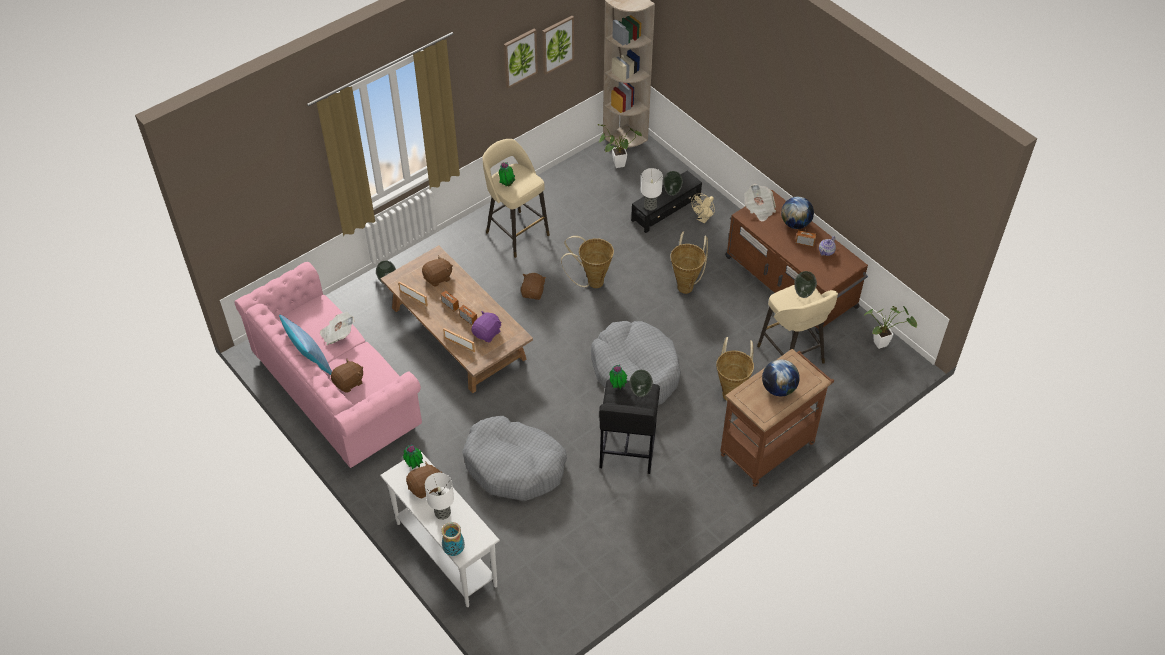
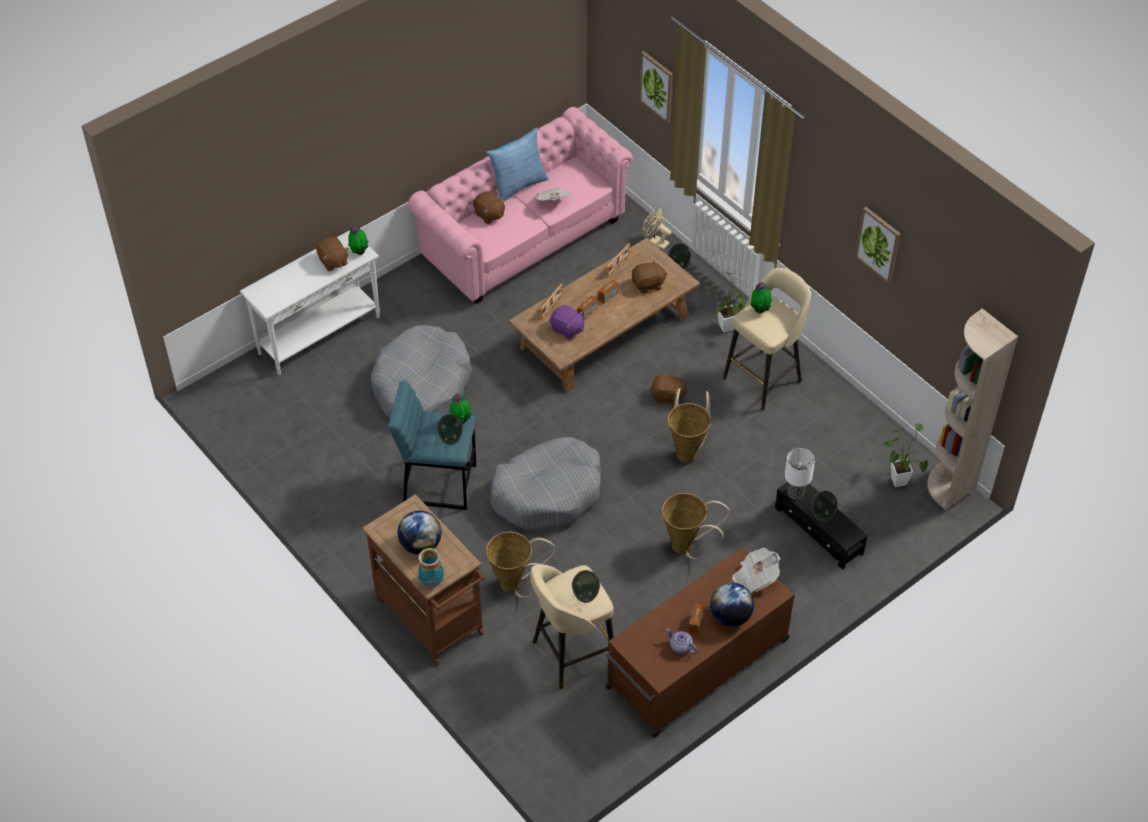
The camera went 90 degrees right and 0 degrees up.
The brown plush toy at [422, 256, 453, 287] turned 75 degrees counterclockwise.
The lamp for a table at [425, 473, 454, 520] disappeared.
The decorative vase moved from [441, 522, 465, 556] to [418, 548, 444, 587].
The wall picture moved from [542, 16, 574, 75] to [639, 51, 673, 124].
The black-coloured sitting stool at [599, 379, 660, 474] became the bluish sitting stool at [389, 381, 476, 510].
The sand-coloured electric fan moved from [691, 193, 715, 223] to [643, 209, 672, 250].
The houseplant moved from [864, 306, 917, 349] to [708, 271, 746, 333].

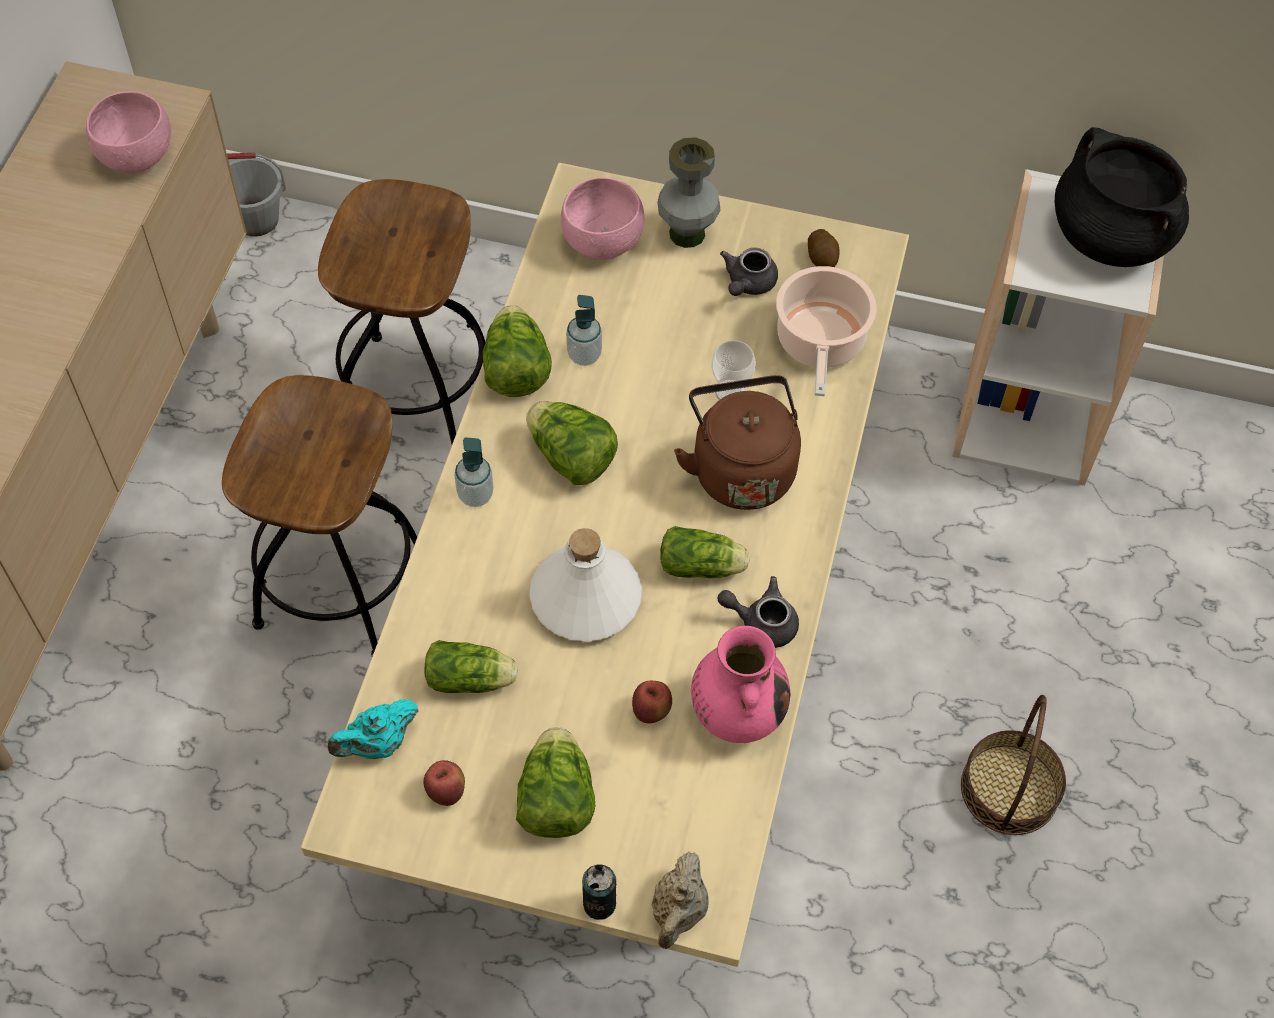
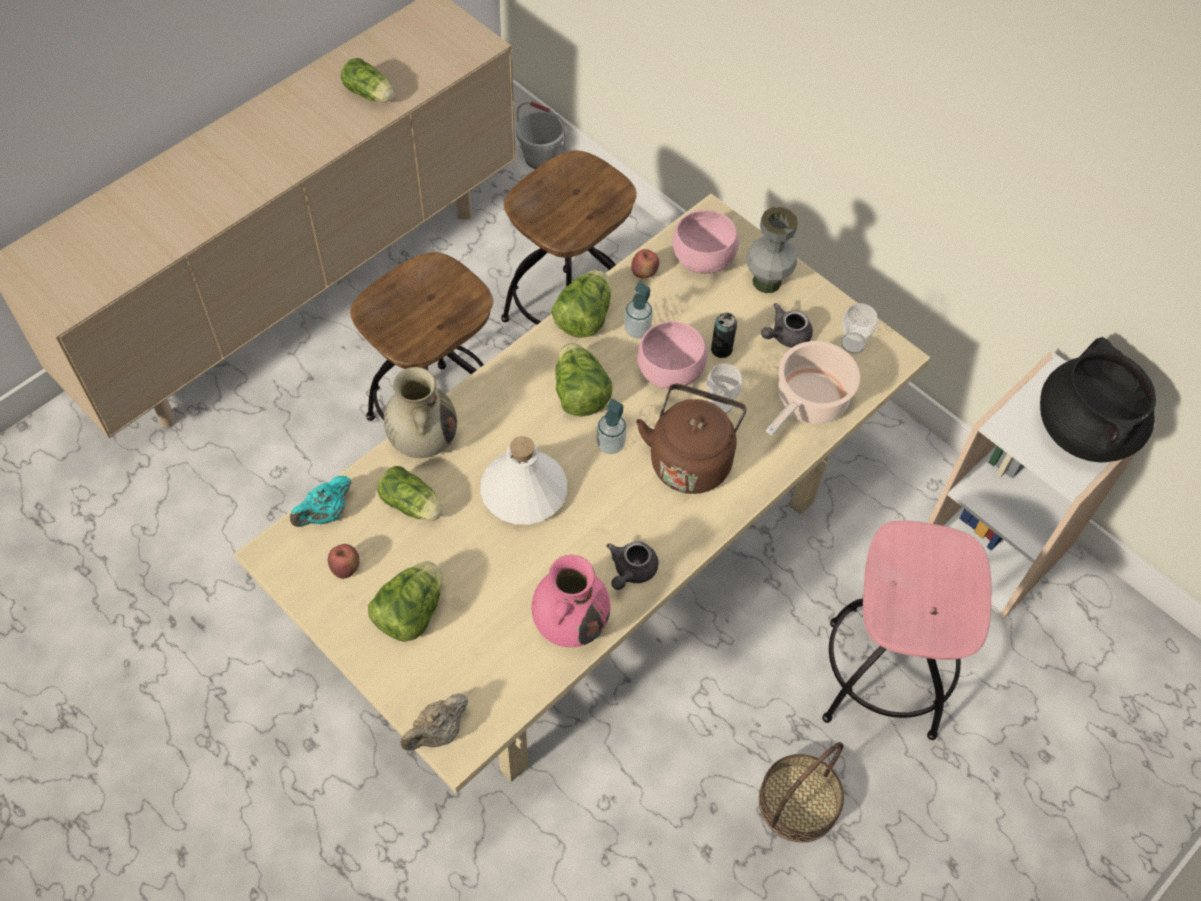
The camera went 30 degrees right and 0 degrees up.
The pink deep dish moved from [86, 91, 171, 173] to [637, 321, 707, 390].
The turquoise teapot at [328, 699, 419, 759] turned 45 degrees counterclockwise.
The soap dispenser moved from [454, 437, 493, 507] to [597, 399, 627, 454].
The metal can moved from [582, 864, 616, 920] to [711, 313, 737, 358].
The apple fruit moved from [632, 681, 672, 724] to [631, 249, 659, 279].
The lettuce moved from [660, 526, 750, 578] to [341, 58, 394, 102].
The gray teapot at [718, 576, 799, 648] turned 105 degrees counterclockwise.
The potato at [808, 229, 839, 267] was replaced by the cup at [841, 303, 877, 354].
The sand-coloured decorative vase at [384, 367, 457, 458] appeared.
The pink sitting stool at [822, 520, 991, 740] appeared.

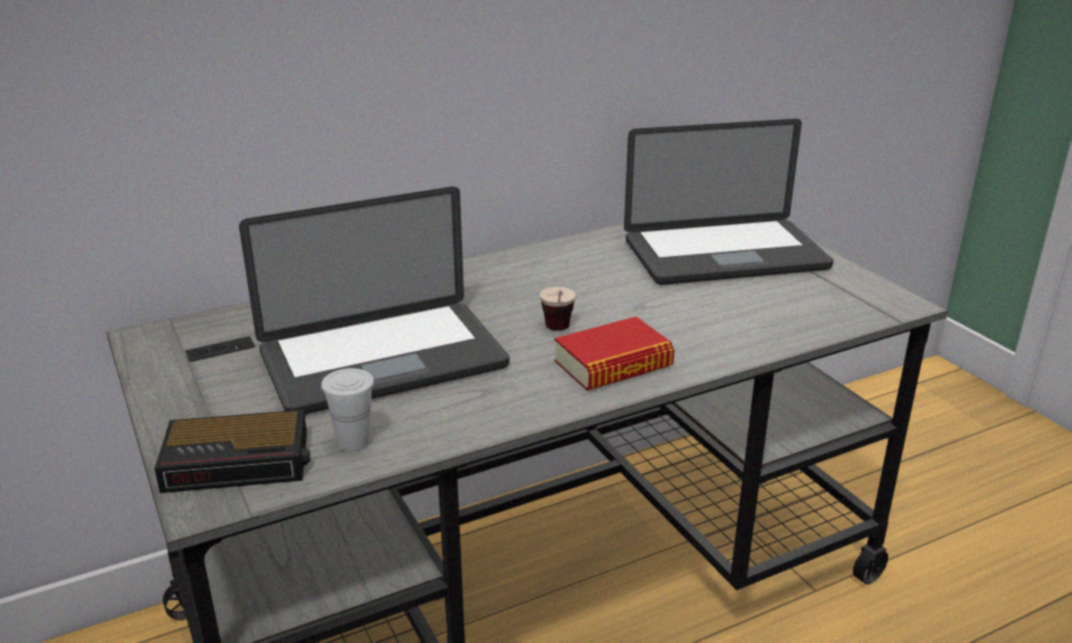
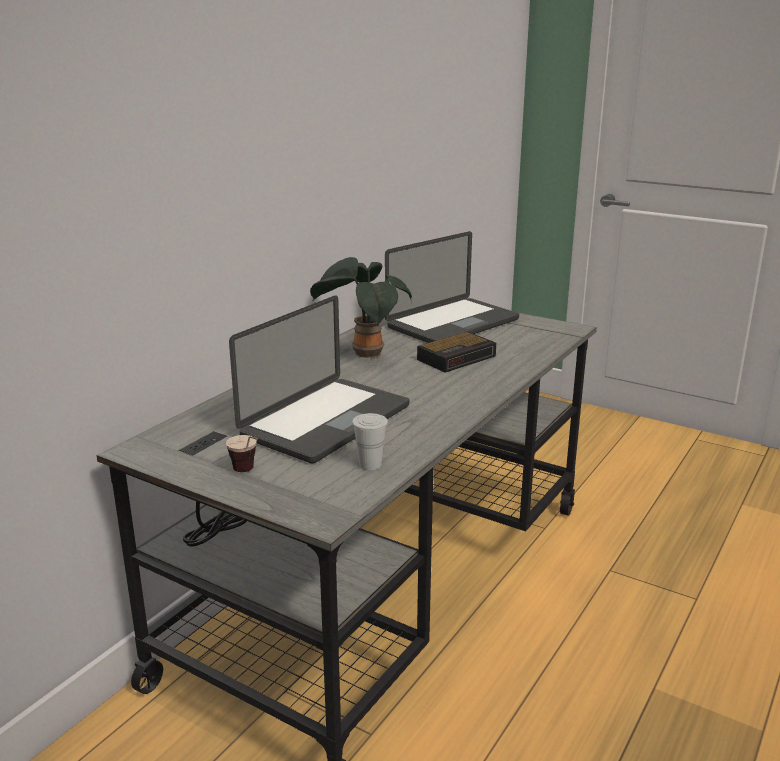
The camera went 30 degrees left and 5 degrees down.
The table clock moved from [154, 410, 310, 493] to [417, 331, 496, 373].
The cup moved from [540, 287, 576, 331] to [226, 435, 258, 472].
The bound book at [554, 316, 674, 391] disappeared.
The houseplant at [310, 257, 412, 359] appeared.

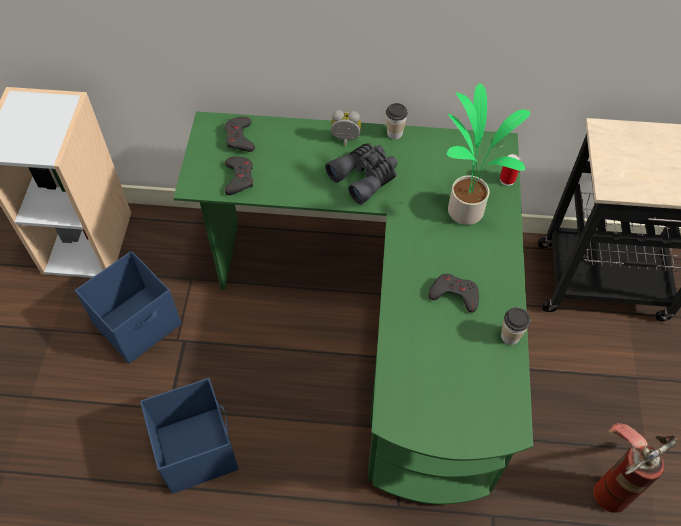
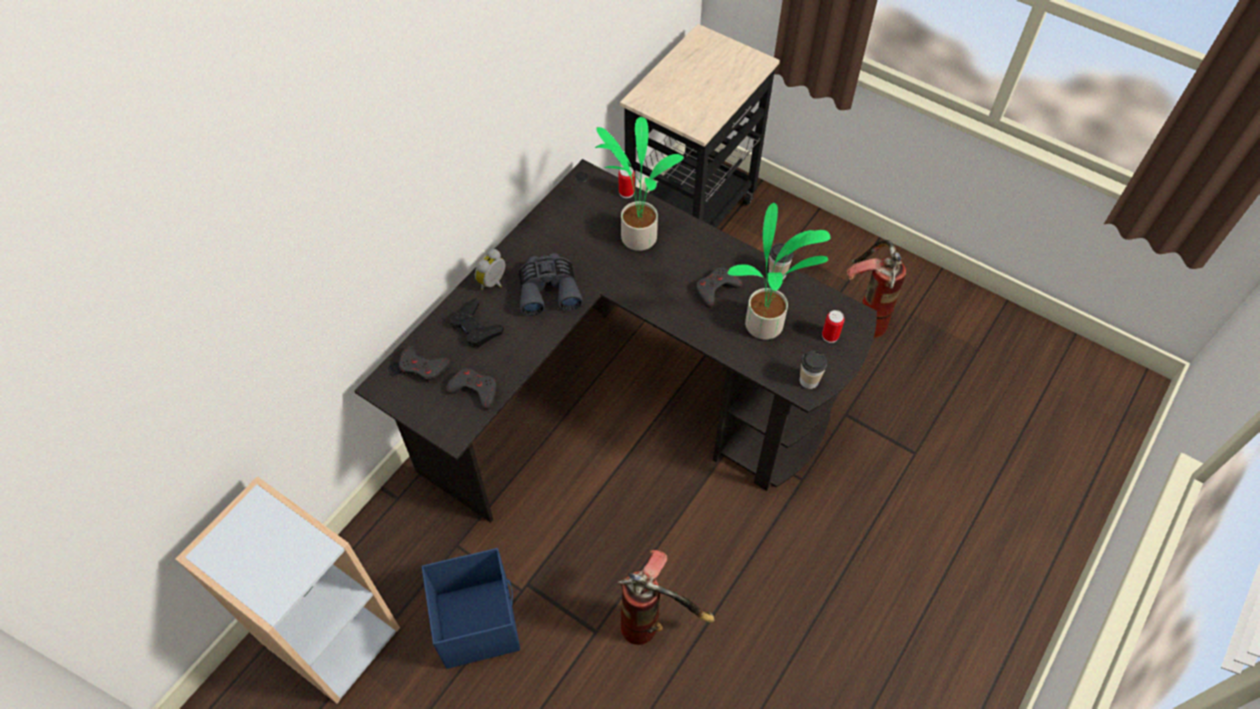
The camera went 60 degrees left and 0 degrees up.
The bluish storage box at [140, 378, 238, 494] was replaced by the extinguisher at [617, 550, 714, 645].
The green-coloured desk at [174, 111, 533, 504] became the black-coloured desk at [355, 159, 877, 522].
The cup moved from [386, 103, 408, 139] to [800, 351, 827, 389].
The black-coloured game controller at [450, 298, 504, 347] appeared.
The houseplant at [727, 203, 830, 340] appeared.
The metal can at [822, 310, 845, 343] appeared.

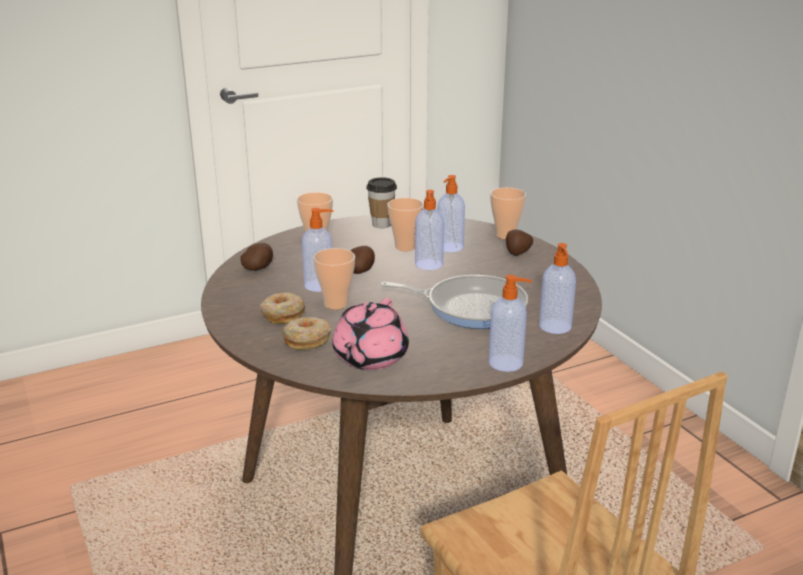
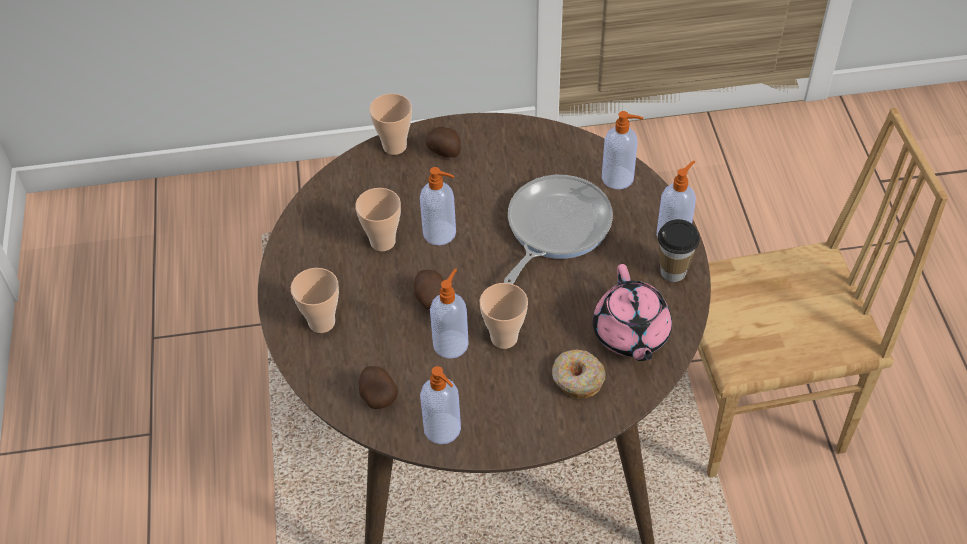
The camera went 70 degrees left and 25 degrees up.
The ring doughnut at [260, 293, 305, 324] disappeared.
The pink teapot at [332, 298, 409, 370] turned 45 degrees clockwise.
The cup moved from [366, 177, 397, 228] to [658, 219, 700, 282].
The soap dispenser moved from [437, 175, 465, 252] to [420, 366, 461, 444].

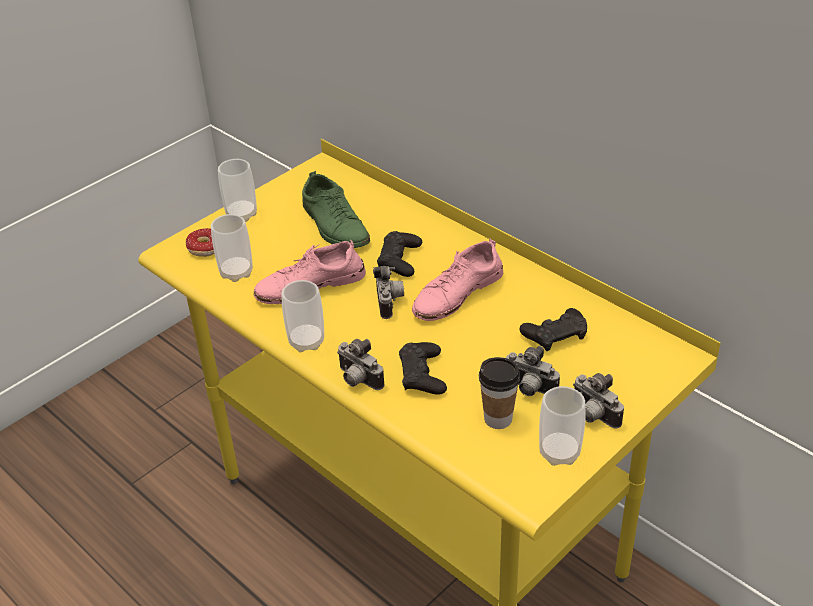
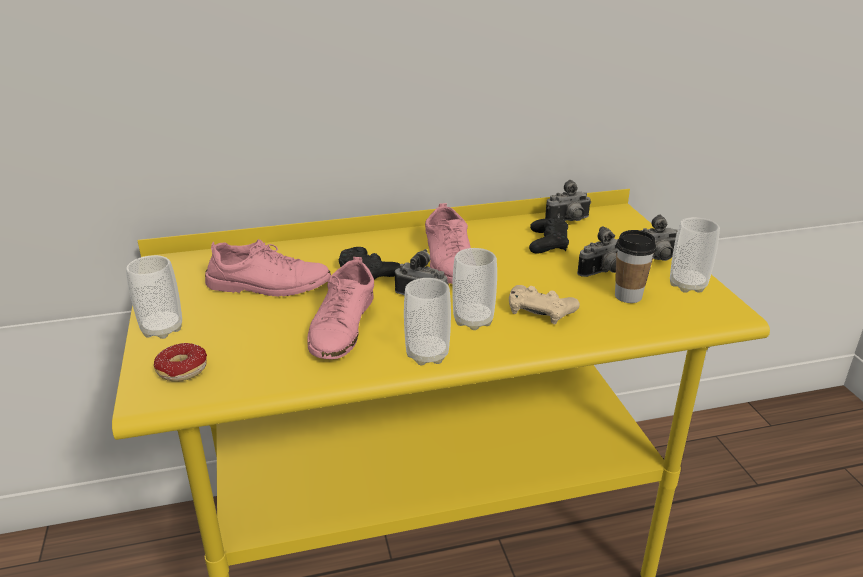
The camera went 60 degrees left and 10 degrees down.
The cup moved from [211, 214, 253, 282] to [452, 248, 497, 330].
The green-coloured shoe at [302, 171, 370, 248] became the pink shoe at [205, 239, 331, 297].
The still camera moved from [337, 339, 385, 390] to [545, 180, 591, 221].
The black-coloured game controller at [399, 342, 447, 395] became the sand-coloured game controller at [509, 285, 580, 325].

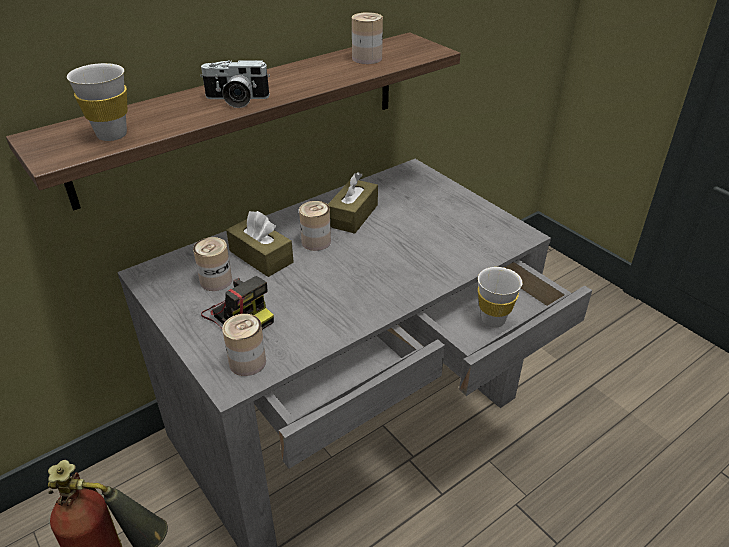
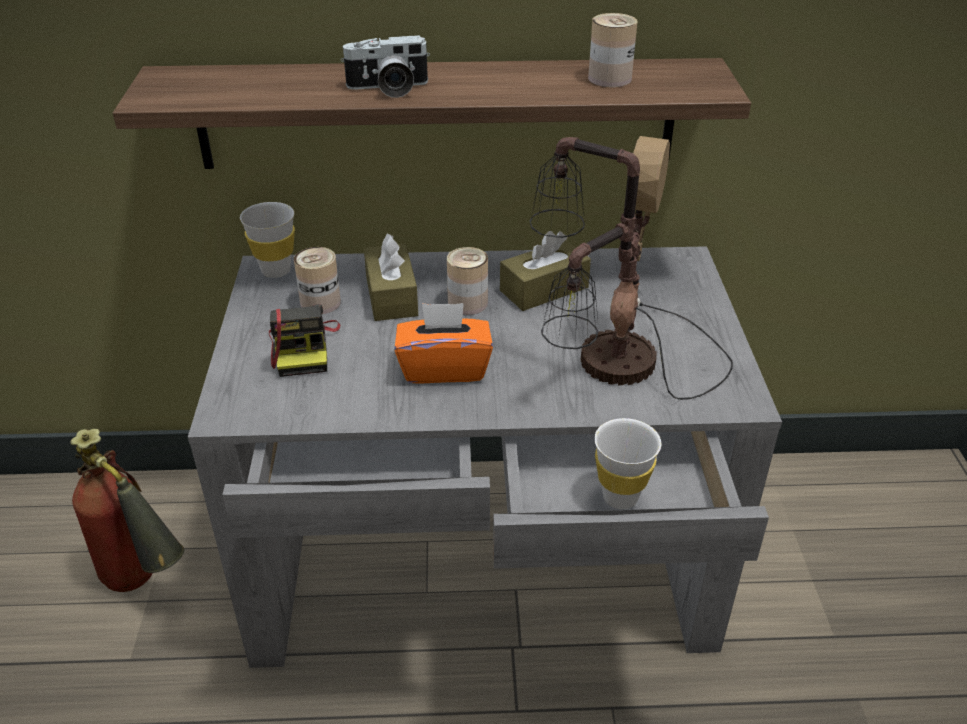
The camera went 35 degrees right and 0 degrees up.
The white cup moved from [67, 63, 128, 141] to [240, 202, 295, 278].
The still camera at [200, 60, 270, 108] turned 45 degrees counterclockwise.
The metal can at [222, 314, 266, 376] disappeared.
The orange box of tissues at [394, 303, 493, 384] appeared.
The lamp for a table at [530, 136, 733, 400] appeared.

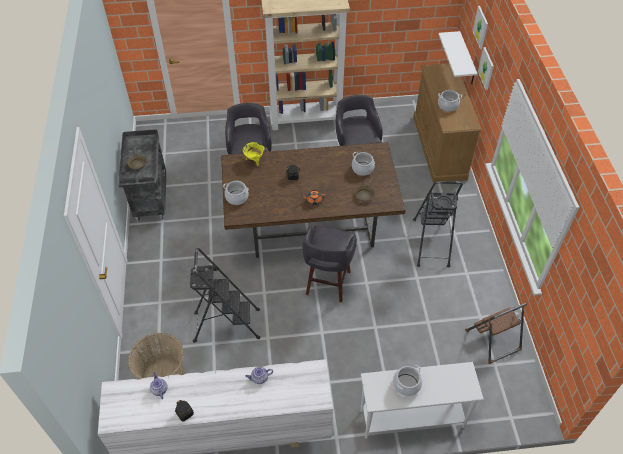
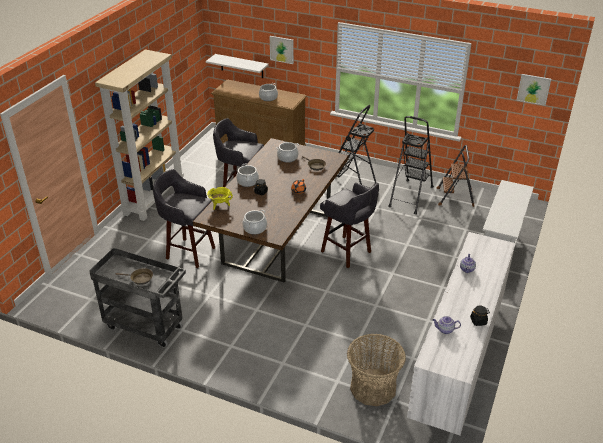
The camera went 60 degrees left and 15 degrees down.
The step ladder moved from [190, 248, 260, 343] to [388, 116, 434, 214].
The stockpot moved from [393, 365, 422, 396] to [236, 163, 259, 187].
The wall picture moved from [473, 6, 488, 49] to [516, 74, 551, 106].

